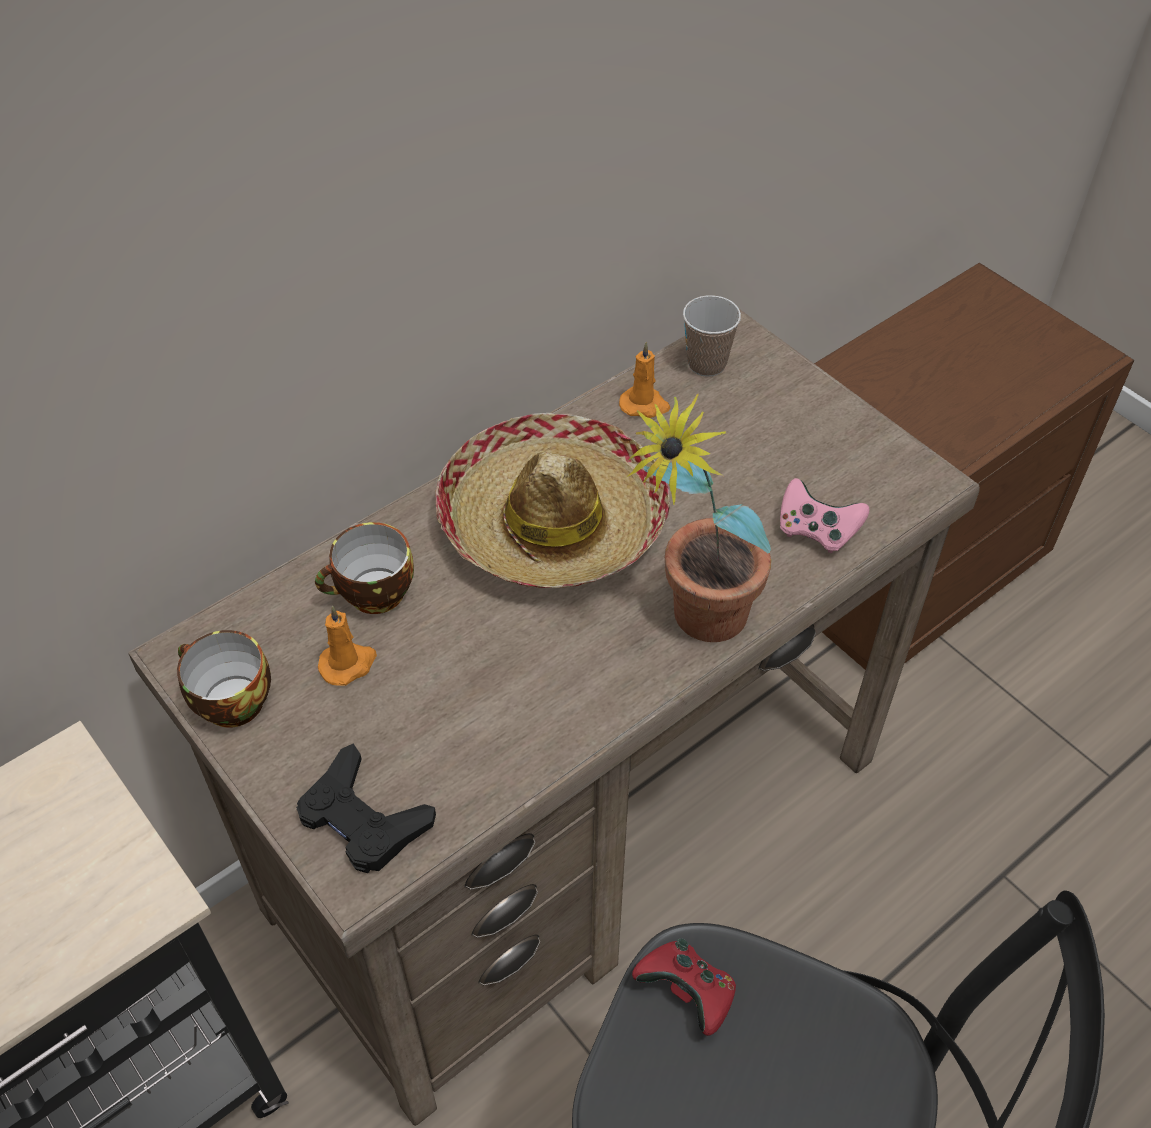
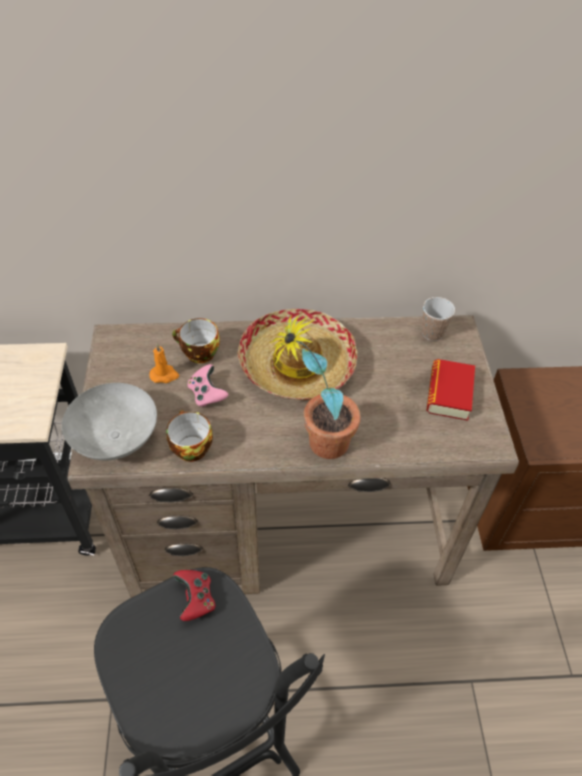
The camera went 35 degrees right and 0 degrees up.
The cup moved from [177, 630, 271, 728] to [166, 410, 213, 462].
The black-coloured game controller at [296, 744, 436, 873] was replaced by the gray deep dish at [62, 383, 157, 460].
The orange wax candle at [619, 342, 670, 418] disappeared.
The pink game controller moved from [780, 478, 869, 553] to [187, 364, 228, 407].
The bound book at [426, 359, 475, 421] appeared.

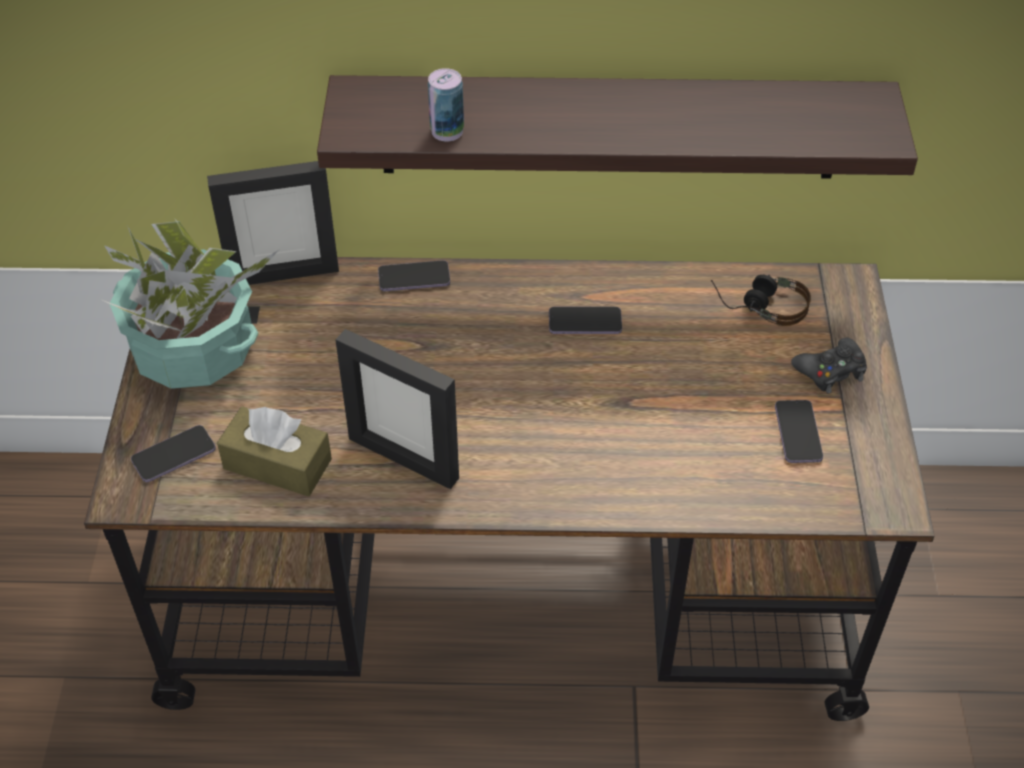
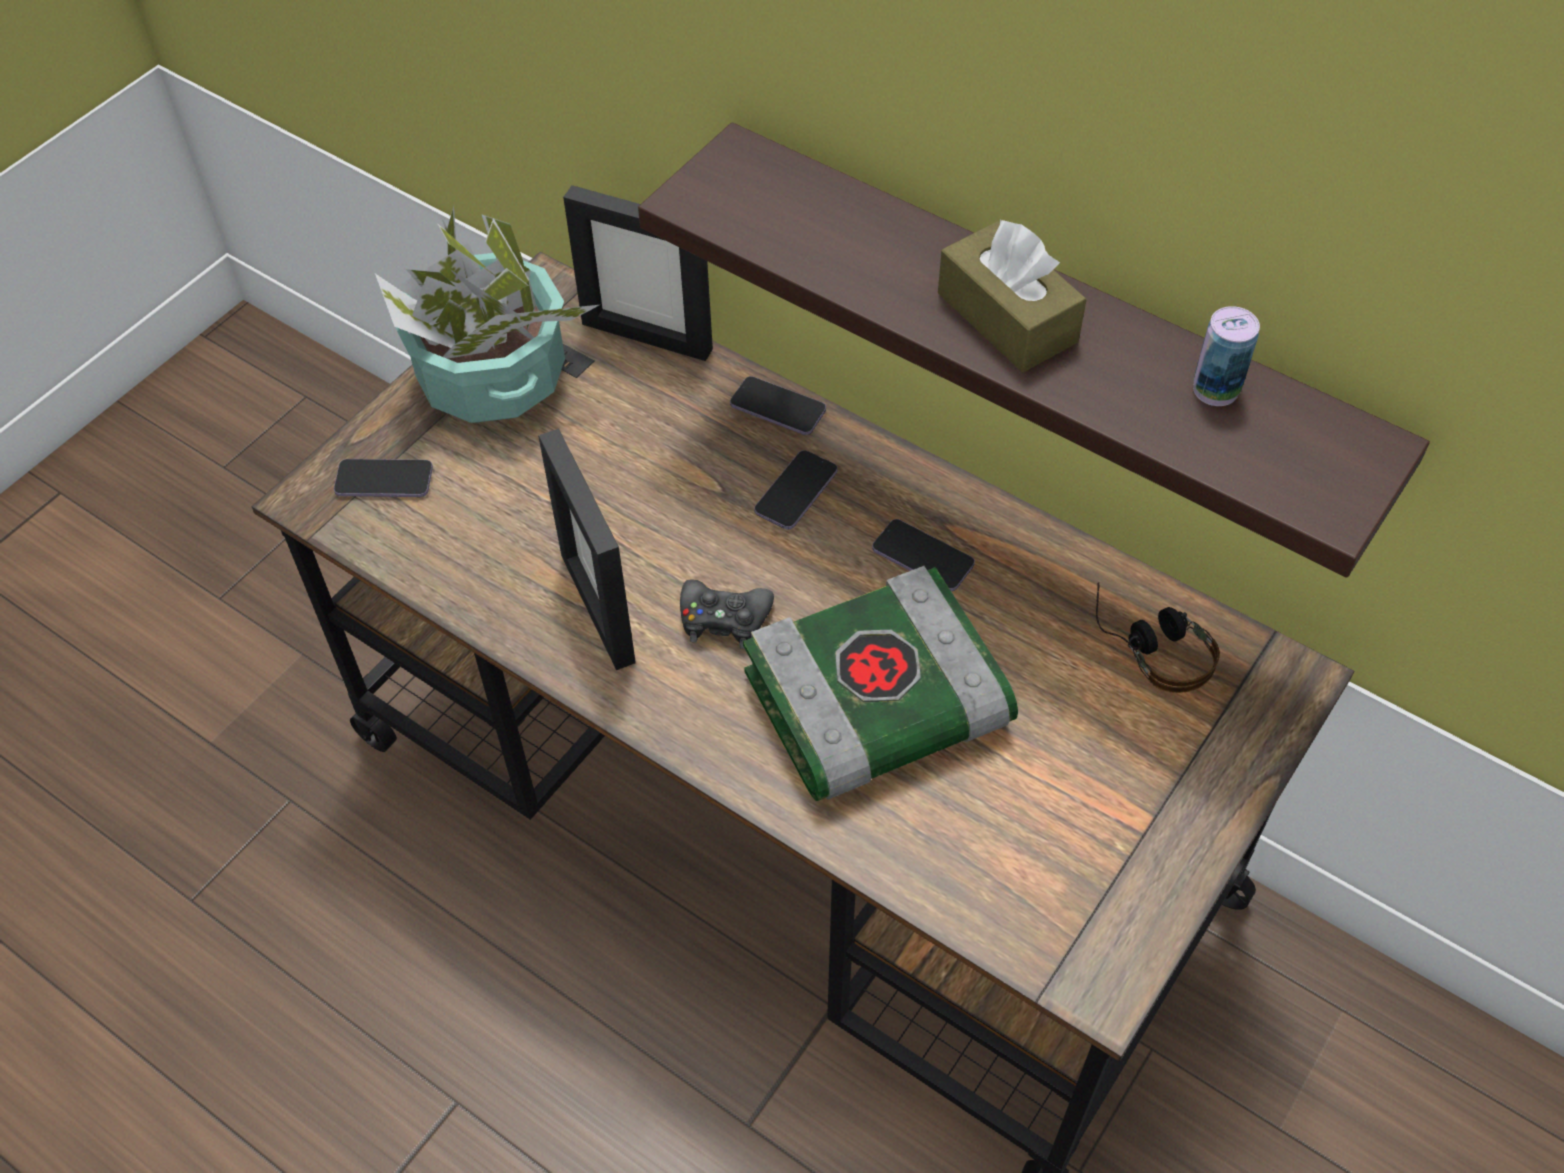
The camera went 35 degrees right and 5 degrees up.
The brown box of tissues moved from [217, 406, 332, 496] to [938, 219, 1087, 372].
The metal can moved from [428, 68, 464, 141] to [1193, 306, 1260, 406].
The telephone moved from [775, 400, 823, 463] to [754, 450, 838, 530].
The black-coloured game controller moved from [791, 338, 867, 394] to [680, 580, 774, 649].
The bound book at [743, 566, 1018, 801] appeared.

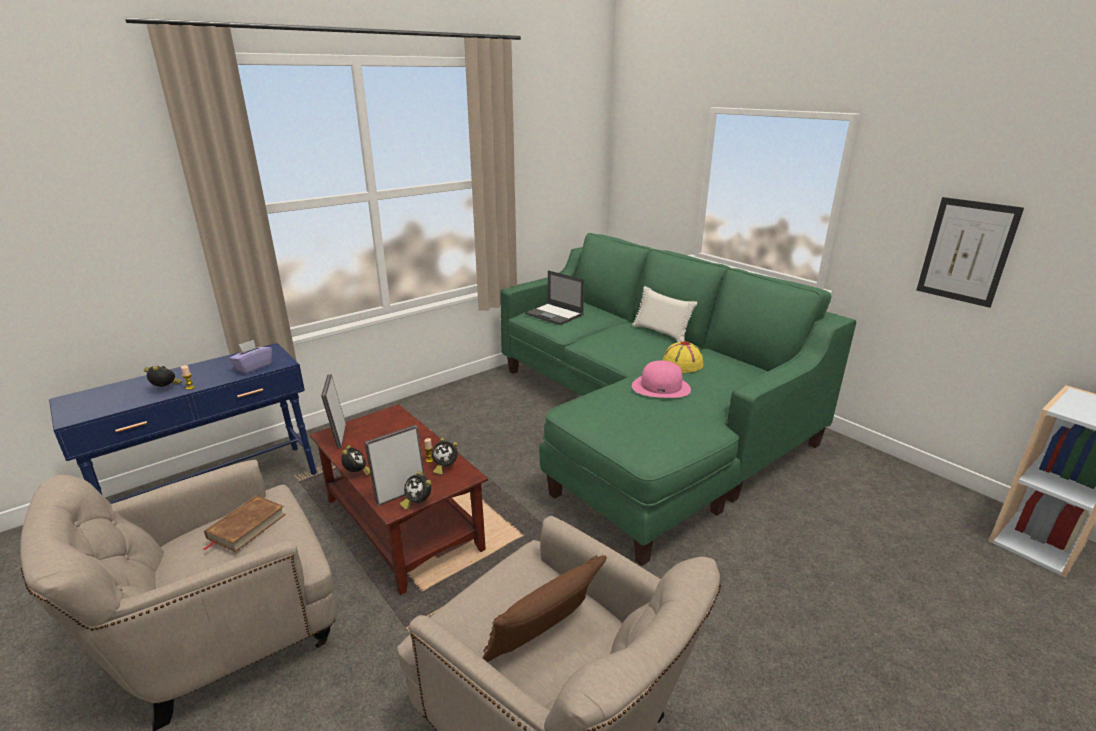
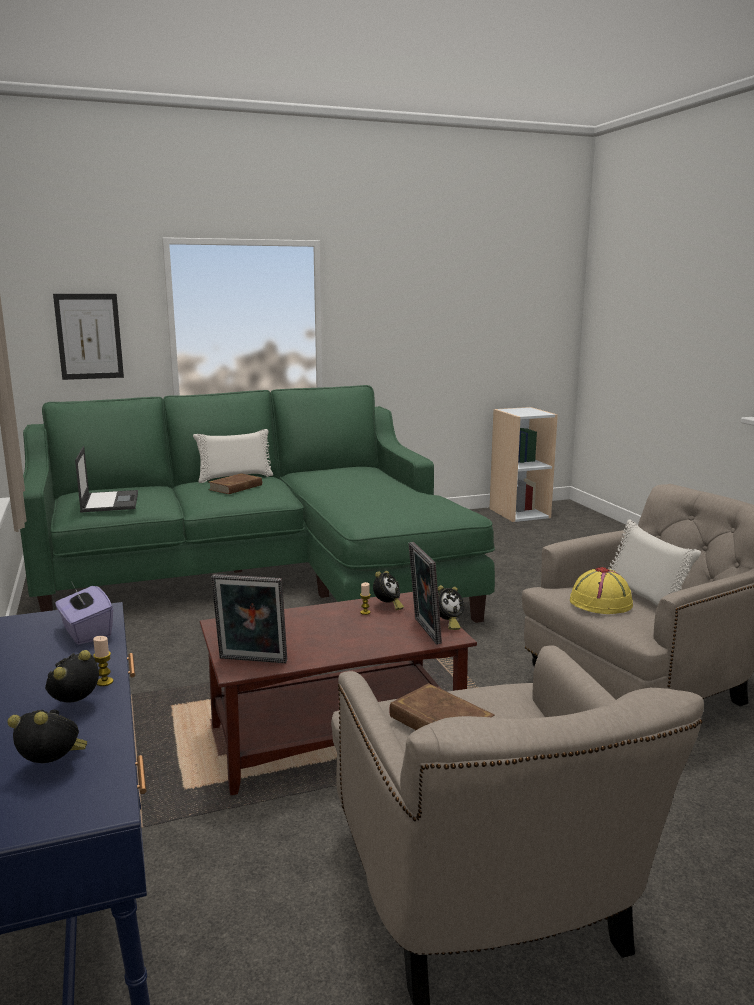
The camera went 70 degrees left and 10 degrees down.
The table clock moved from [341, 445, 370, 476] to [7, 710, 87, 763].
The brown pillow at [483, 555, 606, 662] became the white pillow at [609, 519, 701, 606].
The portable computer at [525, 270, 584, 325] turned 75 degrees counterclockwise.
The pink hat at [632, 361, 691, 398] disappeared.
The yellow-coloured hat moved from [663, 341, 703, 373] to [570, 567, 633, 614].
The wall picture moved from [917, 197, 1024, 308] to [53, 294, 124, 380].
The brown bound book at [209, 473, 262, 494] appeared.

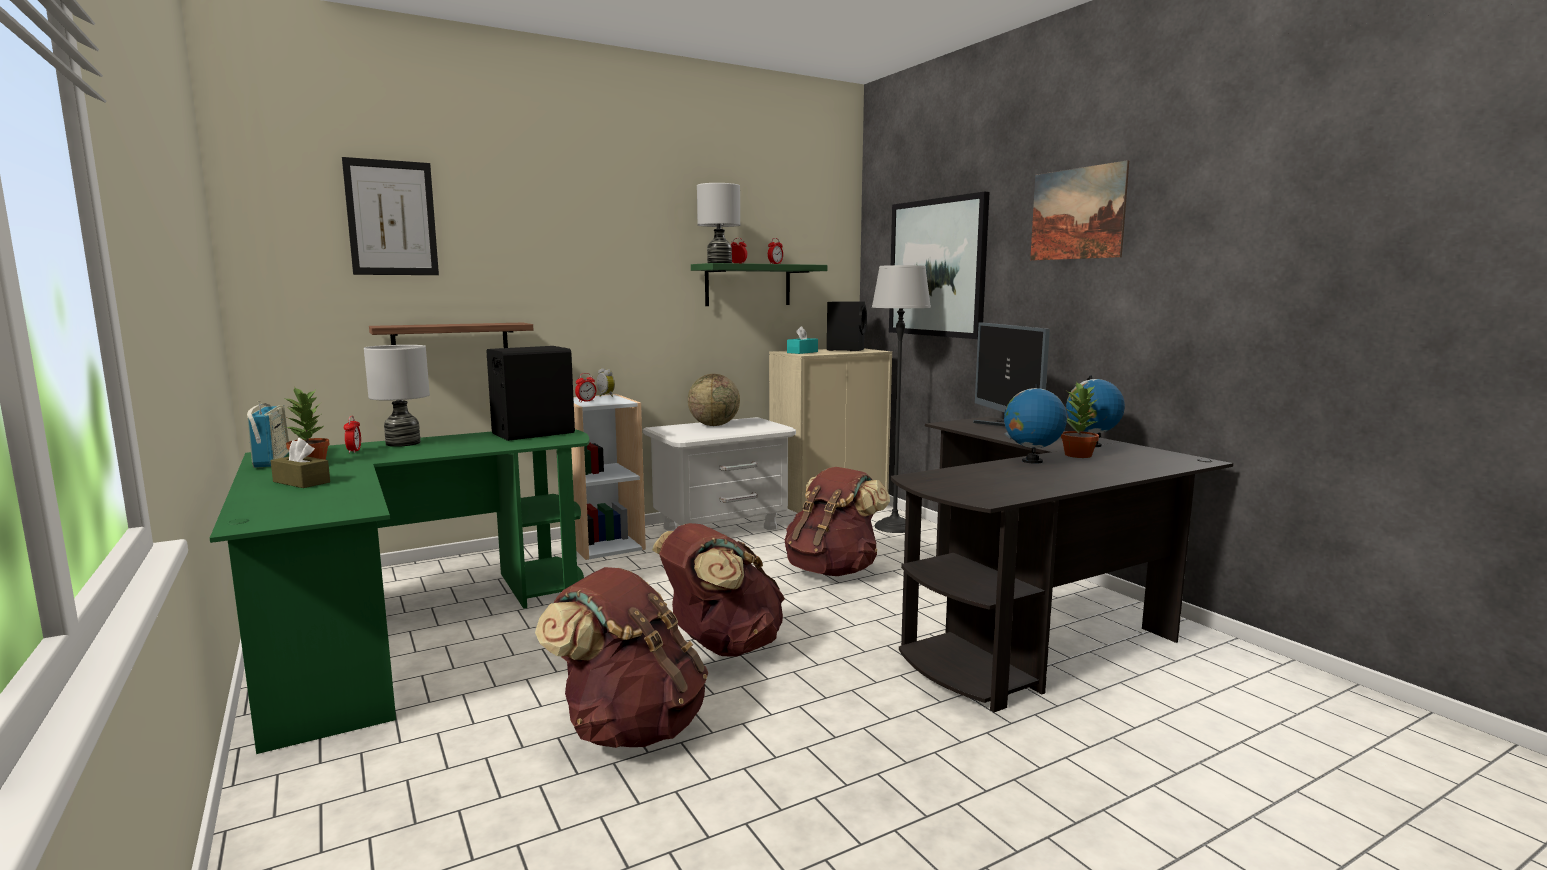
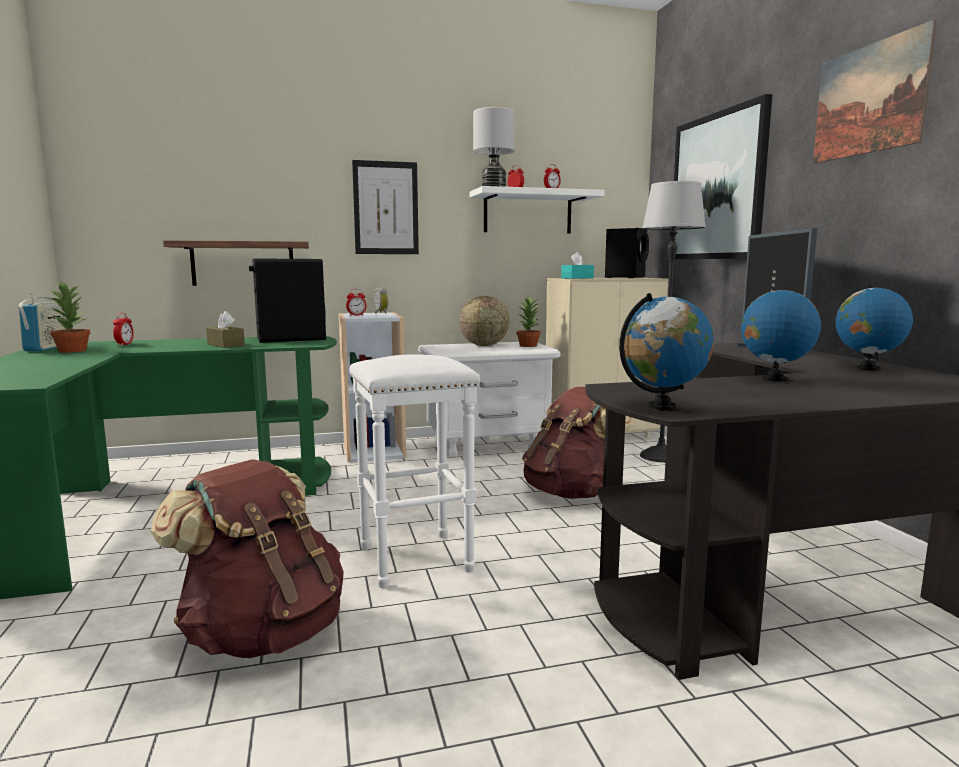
The camera went 15 degrees right and 0 degrees up.
The brown box of tissues moved from [270, 438, 330, 488] to [206, 311, 245, 348].
The wall picture moved from [342, 157, 439, 275] to [352, 160, 419, 254].
The gray lamp for a table at [364, 345, 430, 447] disappeared.
The brown backpack at [652, 523, 785, 657] was replaced by the white sitting stool at [349, 354, 480, 588].
The green-coloured bracket shelf at [691, 263, 828, 306] became the white bracket shelf at [470, 186, 605, 233].
The houseplant moved from [1061, 381, 1099, 458] to [517, 296, 541, 347].
The desk globe at [619, 293, 714, 411] appeared.

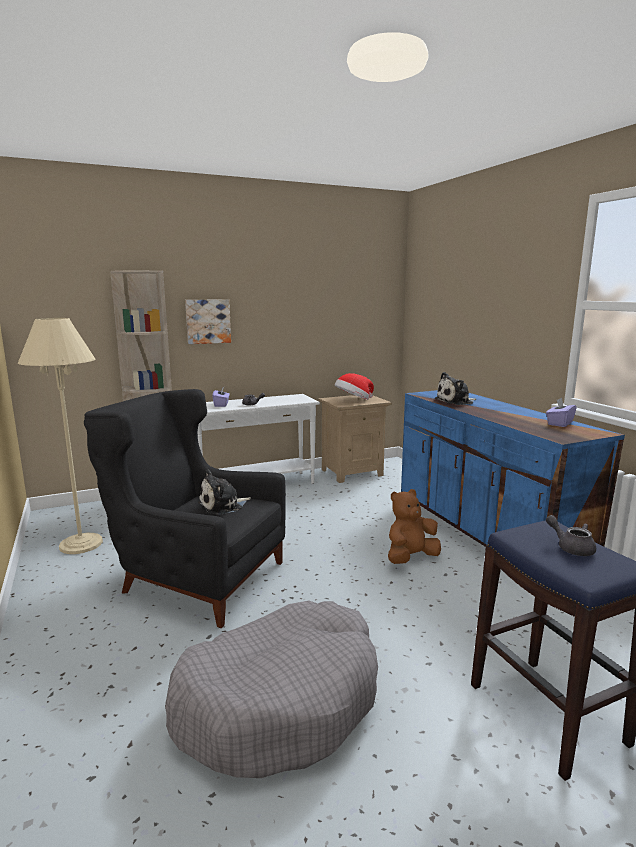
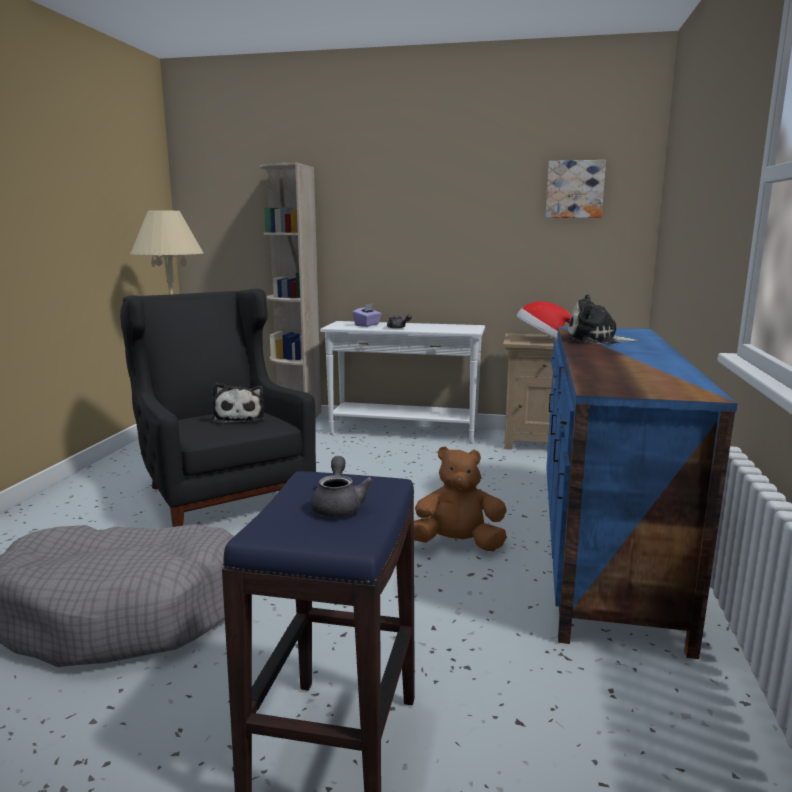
The camera went 35 degrees right and 0 degrees up.
The wall picture moved from [185, 299, 231, 344] to [545, 160, 606, 218].
The plush toy at [198, 469, 251, 515] turned 105 degrees counterclockwise.
The purple box of tissues at [546, 398, 577, 427] disappeared.

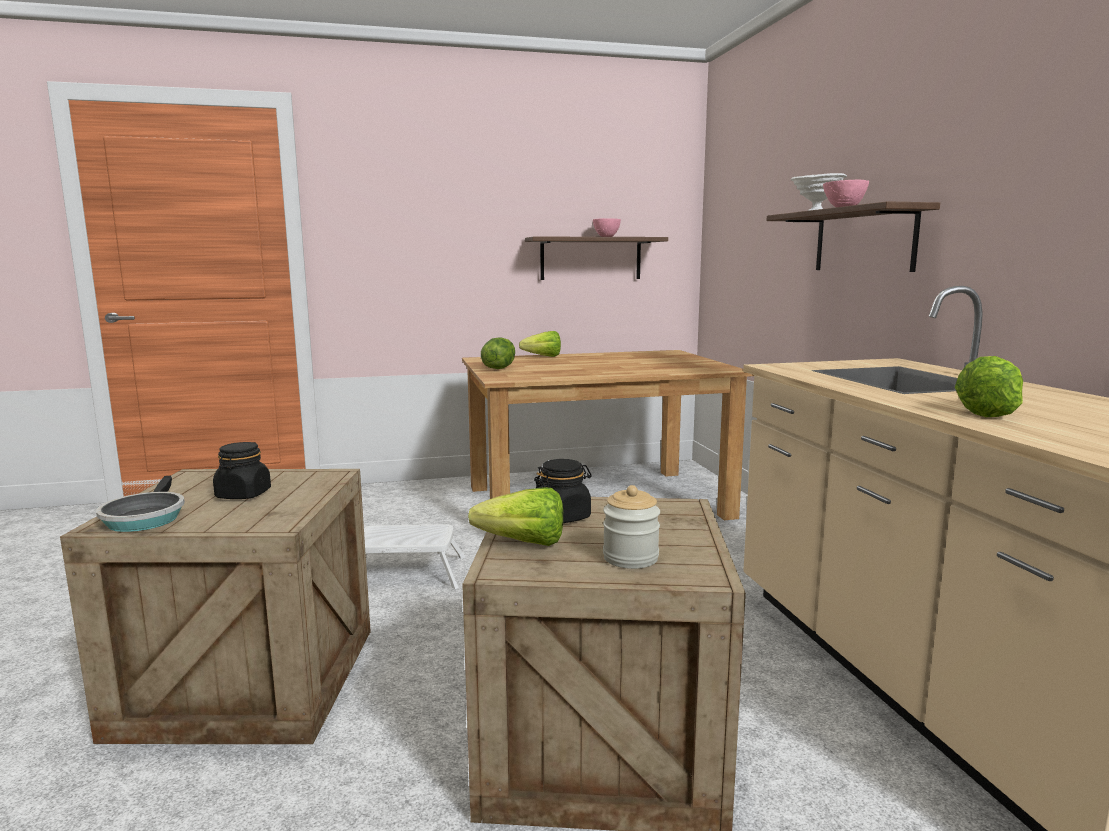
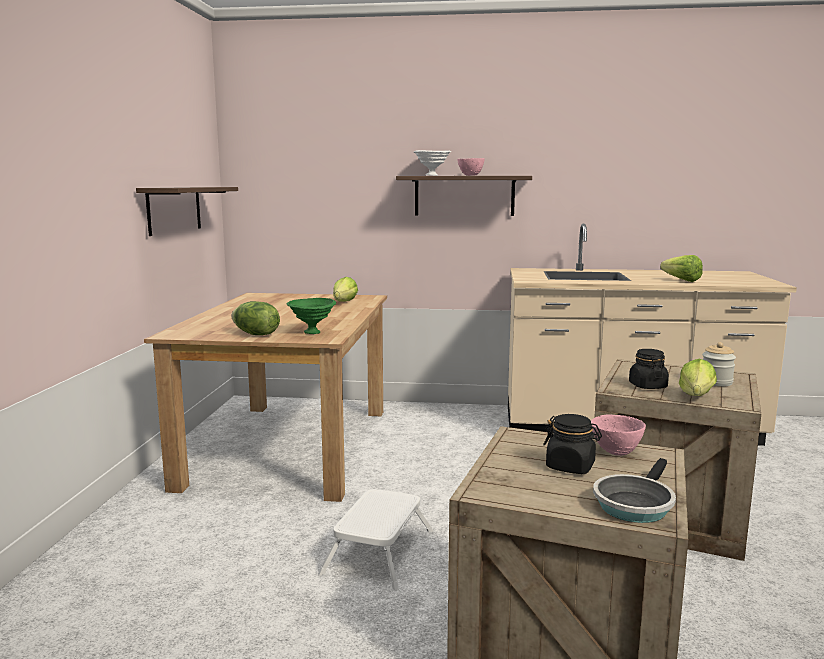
The camera went 70 degrees left and 0 degrees up.
The pan at [96, 476, 185, 532] turned 120 degrees clockwise.
The lettuce moved from [519, 331, 561, 357] to [333, 277, 358, 302].
The pink deep dish moved from [593, 218, 621, 237] to [591, 414, 646, 456].
The green-coloured deep dish at [287, 298, 336, 334] appeared.

